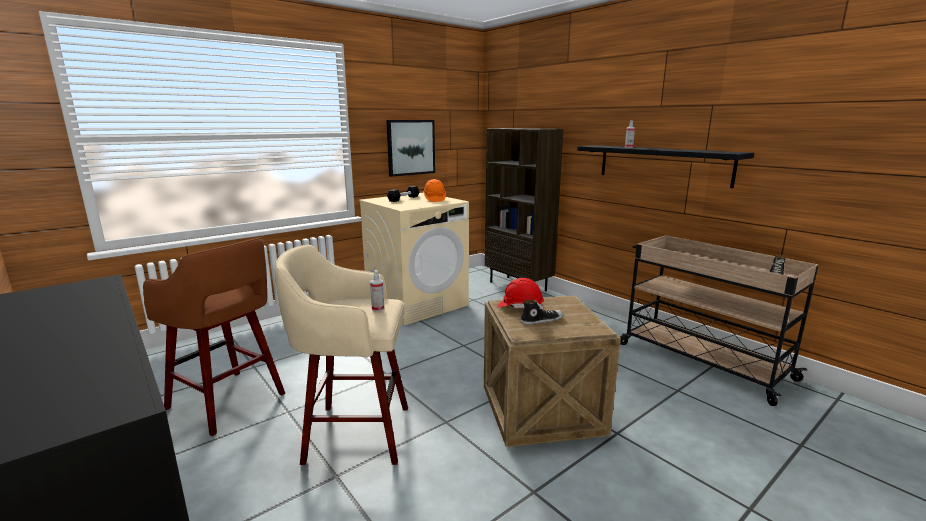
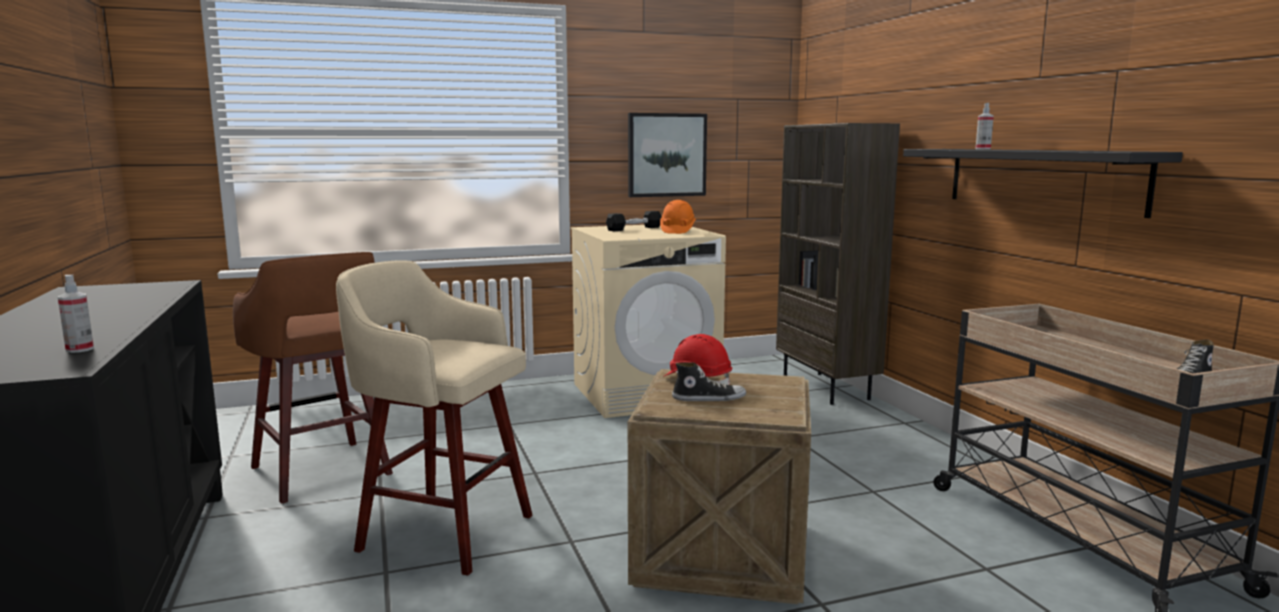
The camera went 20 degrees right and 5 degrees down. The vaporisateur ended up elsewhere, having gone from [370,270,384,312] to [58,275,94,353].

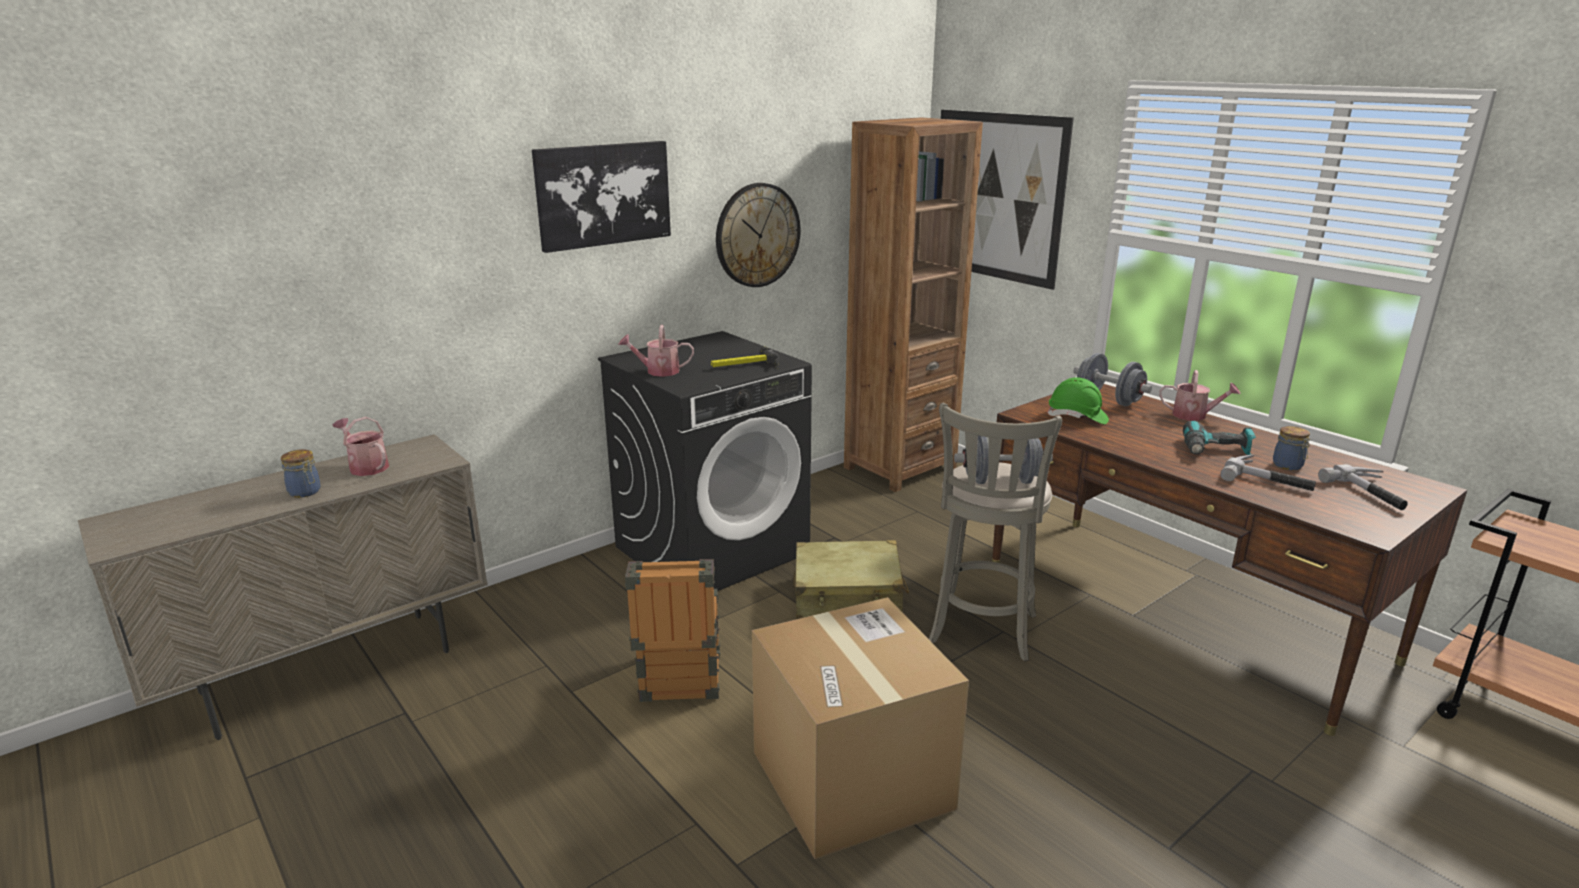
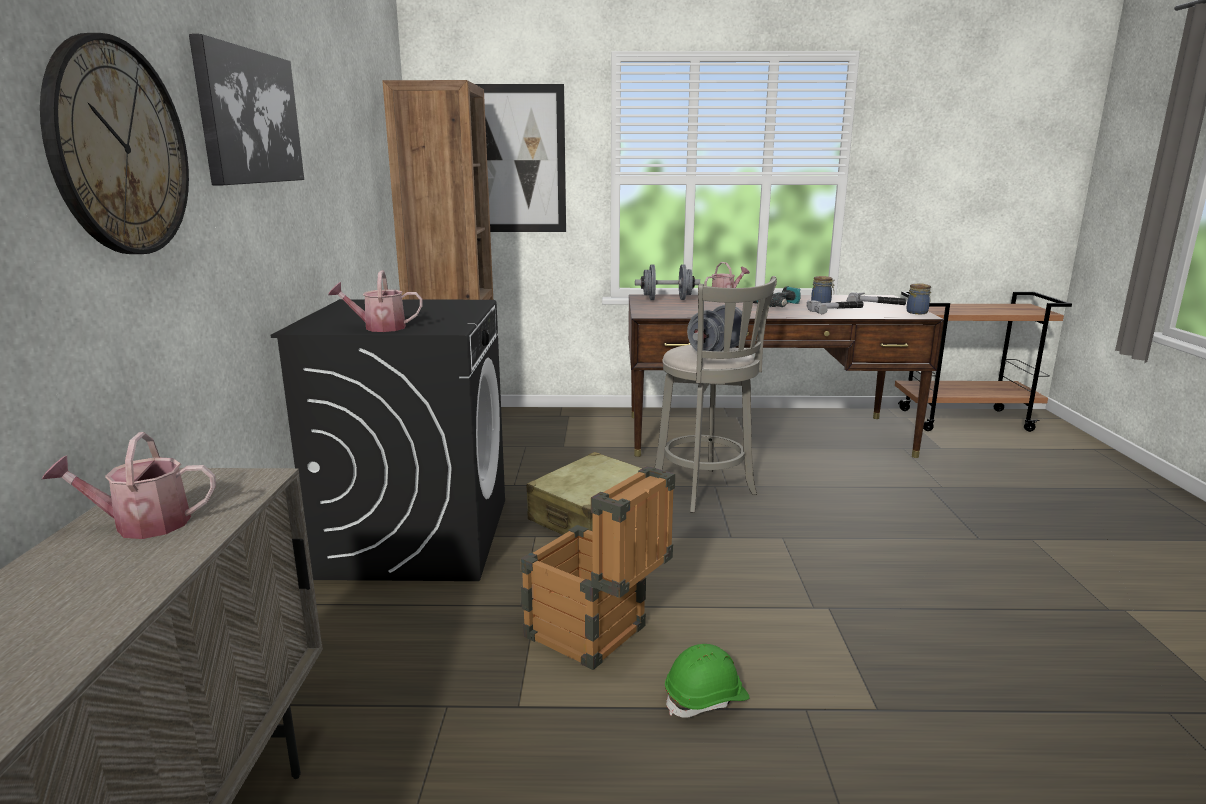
The camera went 50 degrees left and 5 degrees down. The horloge murale ended up elsewhere, having gone from [716,183,800,287] to [40,33,189,254]. The arrosoir at [618,325,694,377] ended up facing another way, 45 degrees clockwise from before. The second view lost the marteau at [711,347,779,369]. The casque de chantier (vert) ended up elsewhere, having gone from [1046,378,1109,424] to [665,644,750,718]. The bocal ended up elsewhere, having gone from [281,449,321,498] to [906,283,932,314]. The second view lost the carton at [752,597,969,859].

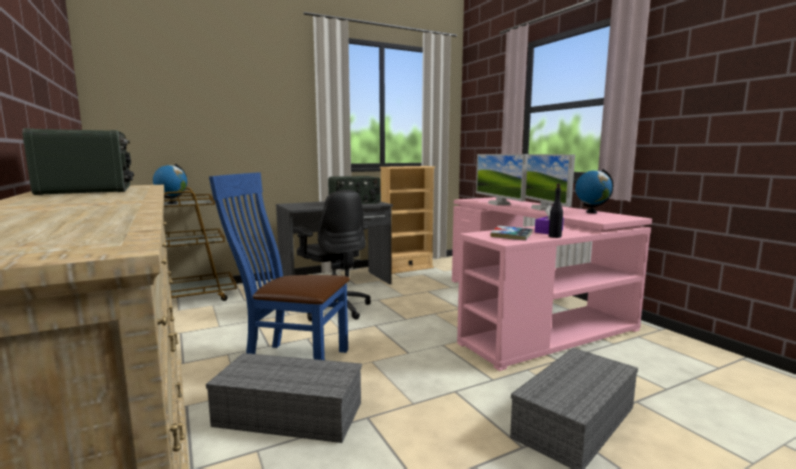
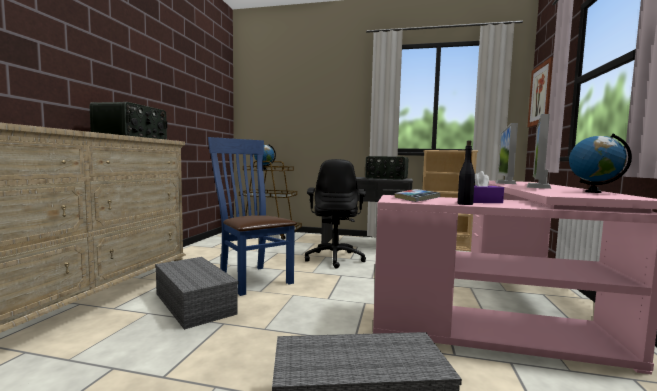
The camera went 40 degrees right and 5 degrees down. The second view gained the tableau at [528,57,553,127].

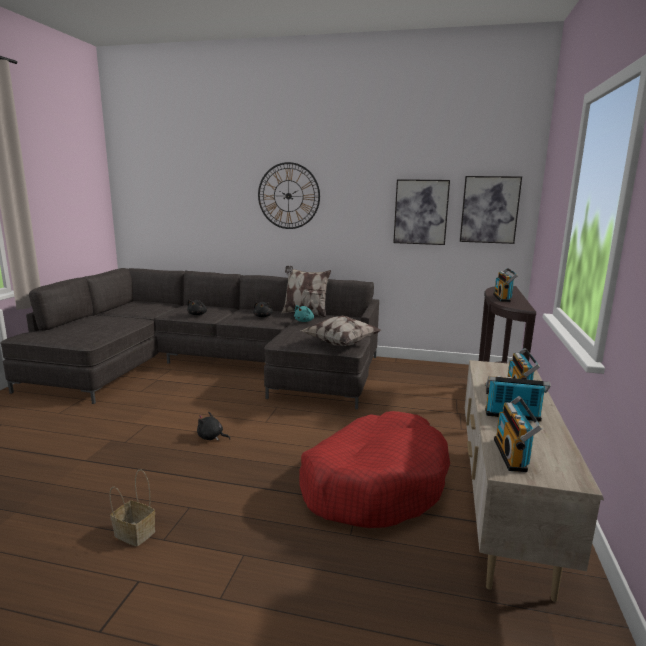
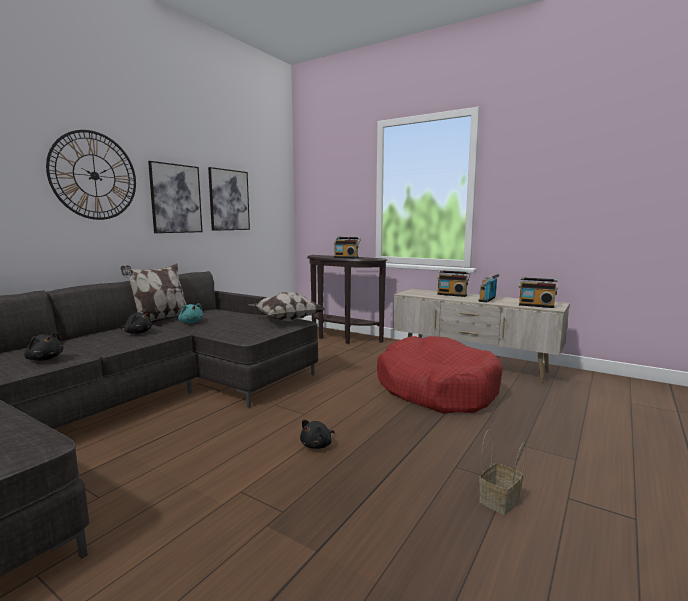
The camera went 70 degrees left and 5 degrees down. The tableau ended up elsewhere, having gone from [460,176,522,244] to [148,161,203,233].

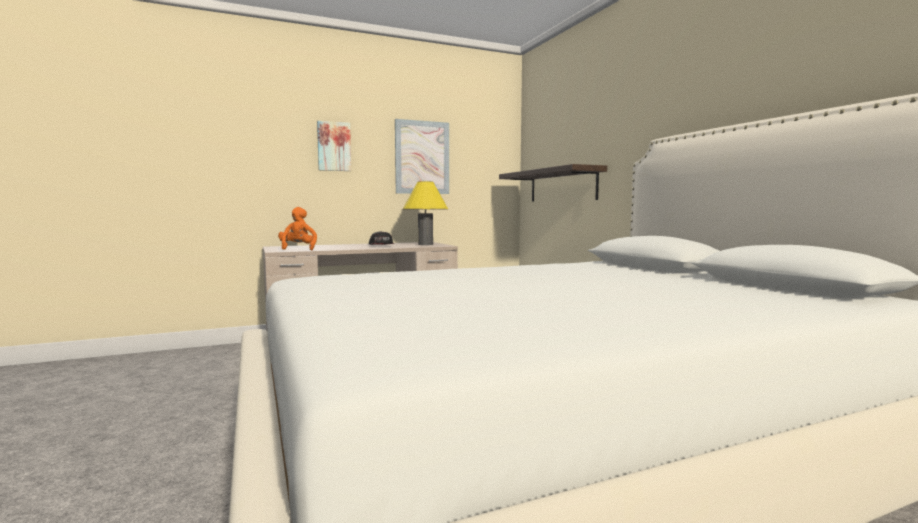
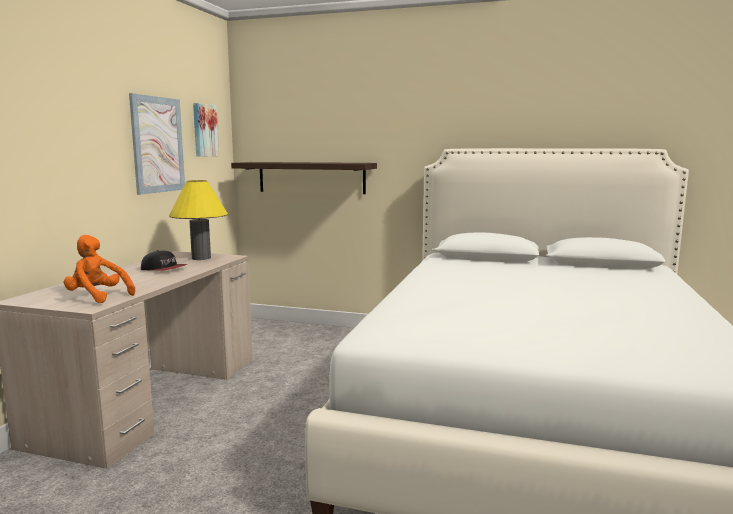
The camera went 50 degrees left and 5 degrees up. The tableau ended up elsewhere, having gone from [317,121,351,171] to [193,103,219,157].

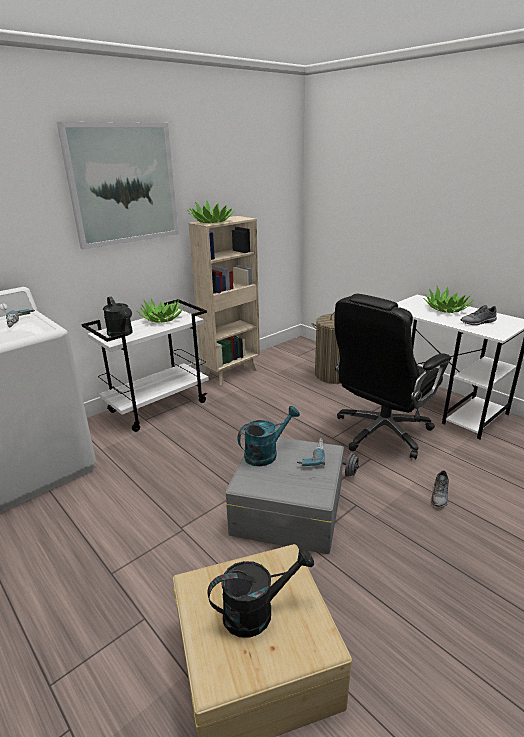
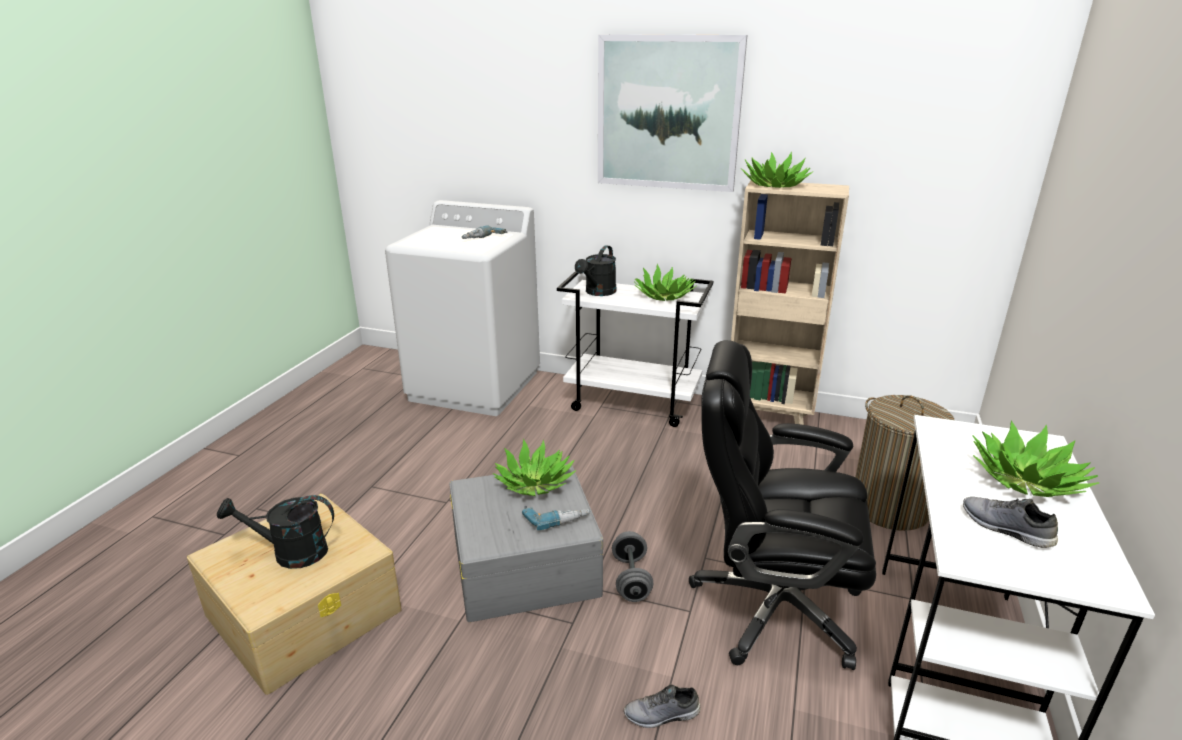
The camera went 60 degrees right and 0 degrees up. Where the arrosoir (turquoise) stood at [238,406,300,466], the plante en pot came to stand at [492,439,576,496]. The arrosoir (noir) at [207,547,314,638] ended up facing another way, 135 degrees clockwise from before.

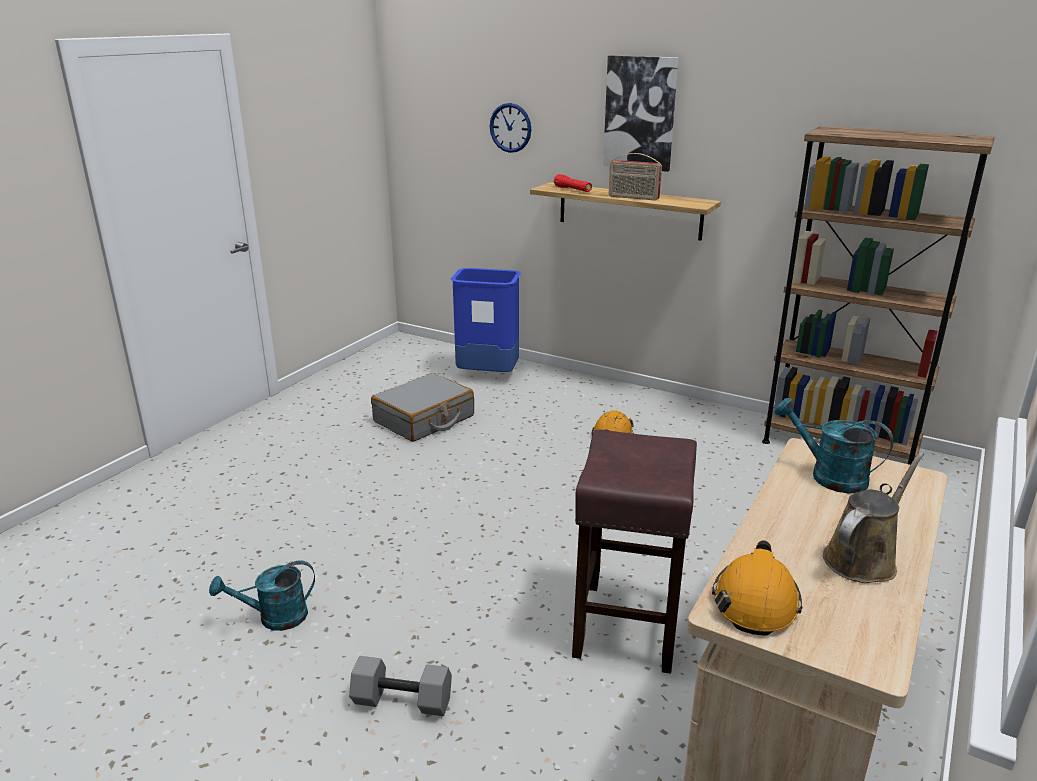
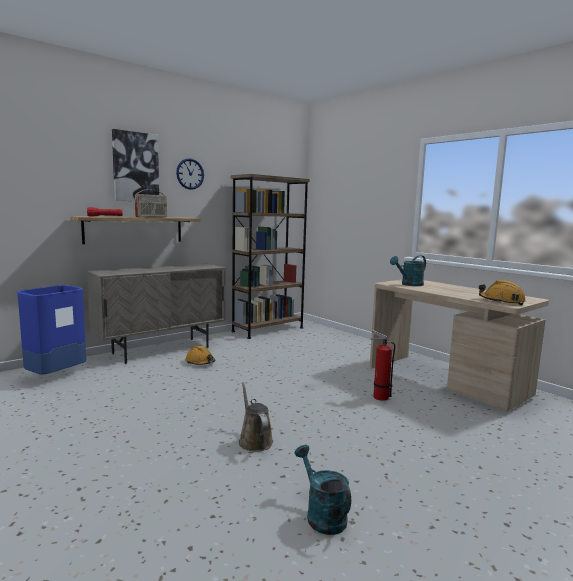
The camera went 70 degrees left and 15 degrees down. The horloge murale ended up elsewhere, having gone from [490,103,532,153] to [176,158,204,190]. The second view lost the valise (gris) at [371,373,474,442]. Where the tabouret (marron) stood at [572,430,697,674], the extincteur came to stand at [371,330,395,401]. The arrosoir (marron) ended up elsewhere, having gone from [823,452,924,583] to [239,382,273,452]. The arrosoir (turquoise) at [209,560,315,631] ended up facing another way, 150 degrees clockwise from before. The second view lost the haltère (gris) at [349,656,452,716]. The second view gained the meuble de rangement (beige) at [86,263,226,364].

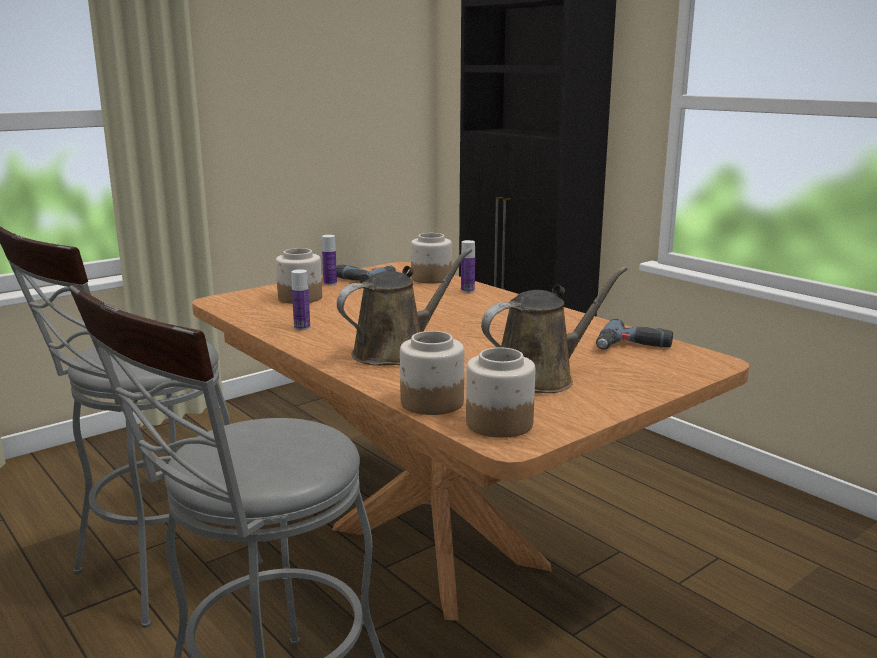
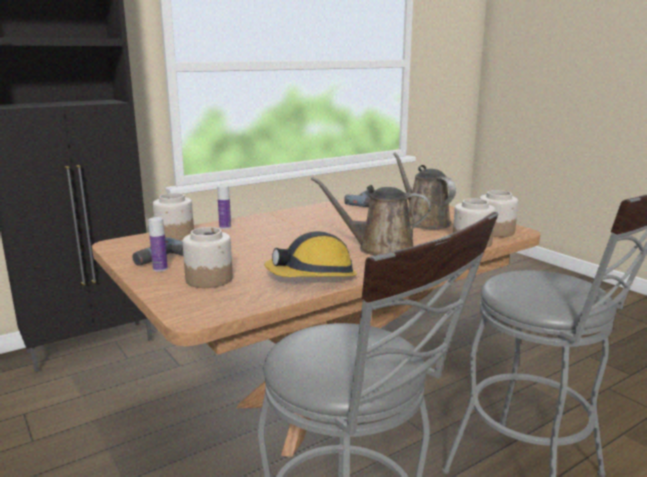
The camera went 85 degrees left and 0 degrees up. The arrosoir (marron) at [337,248,472,366] ended up facing another way, 45 degrees counterclockwise from before. Where the bouteille stood at [291,269,310,330], the casque de chantier came to stand at [264,231,357,277].

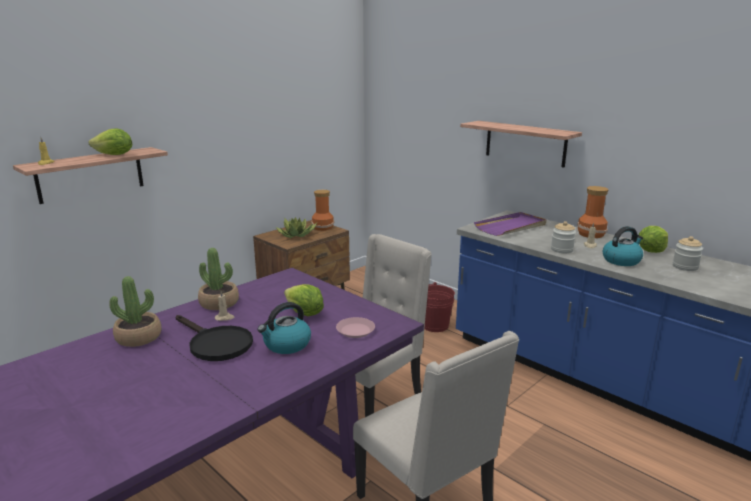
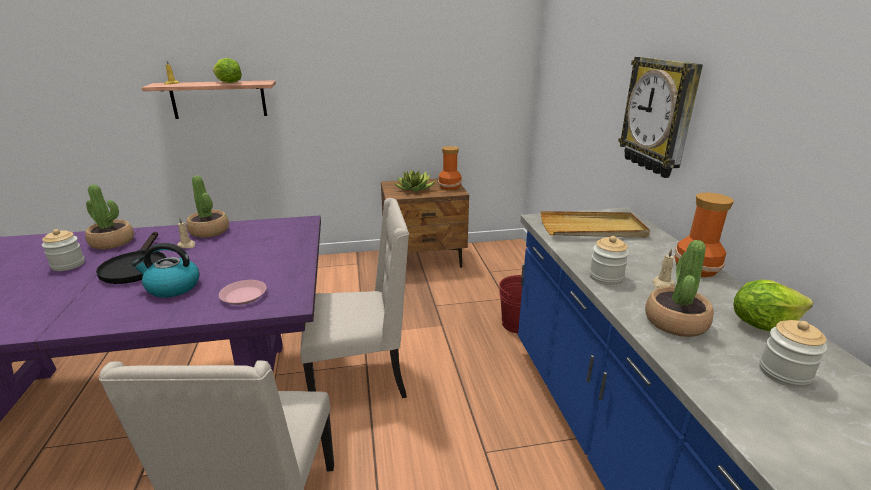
The camera went 35 degrees right and 5 degrees up. Where the étagère hung at [460,121,582,168], the horloge murale came to hang at [618,56,703,178]. What was the plateau (violet) at [474,212,546,236] turned into the plateau (beige) at [541,211,650,238]. Where the bouilloire stood at [603,226,643,266], the plante en pot came to stand at [645,240,714,337]. The second view lost the laitue at [284,284,324,316]. The second view gained the bocal at [42,229,85,271].

